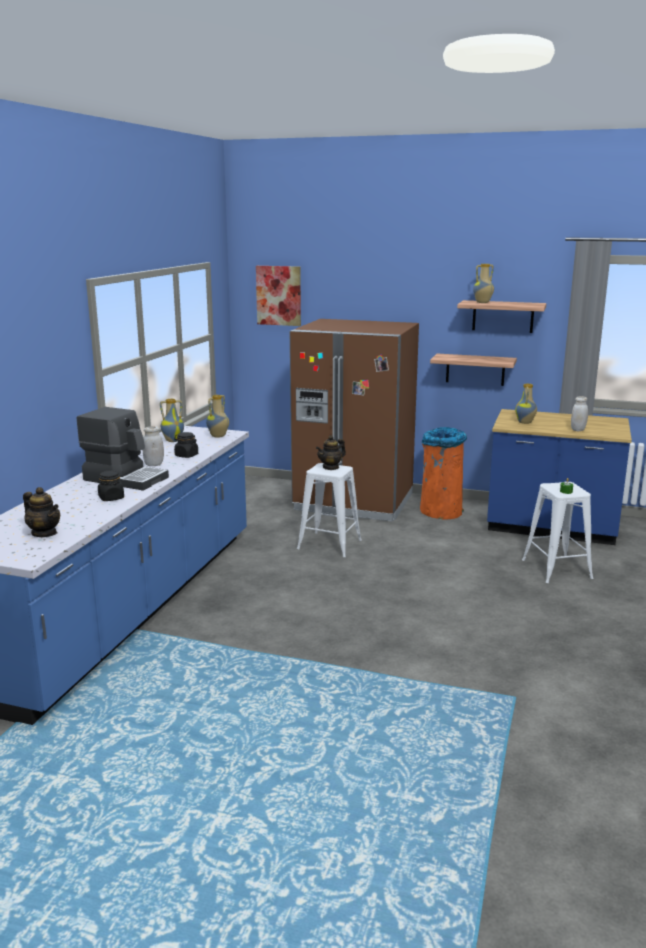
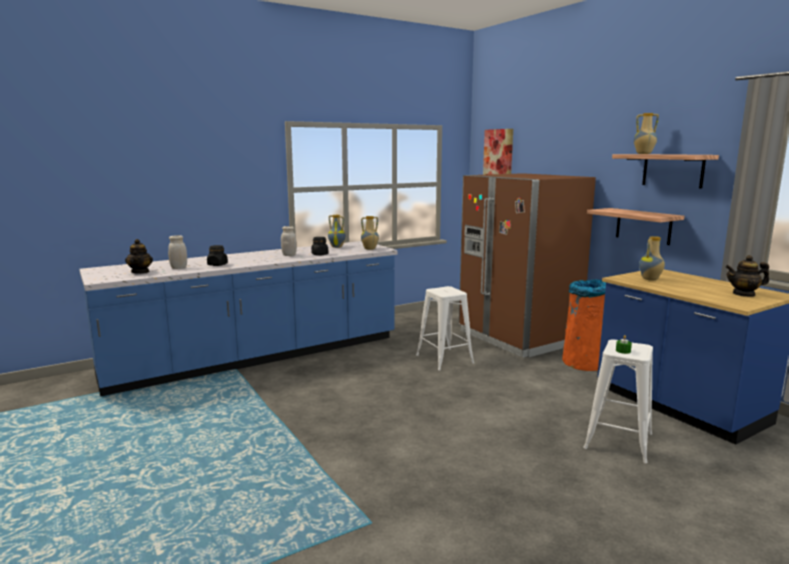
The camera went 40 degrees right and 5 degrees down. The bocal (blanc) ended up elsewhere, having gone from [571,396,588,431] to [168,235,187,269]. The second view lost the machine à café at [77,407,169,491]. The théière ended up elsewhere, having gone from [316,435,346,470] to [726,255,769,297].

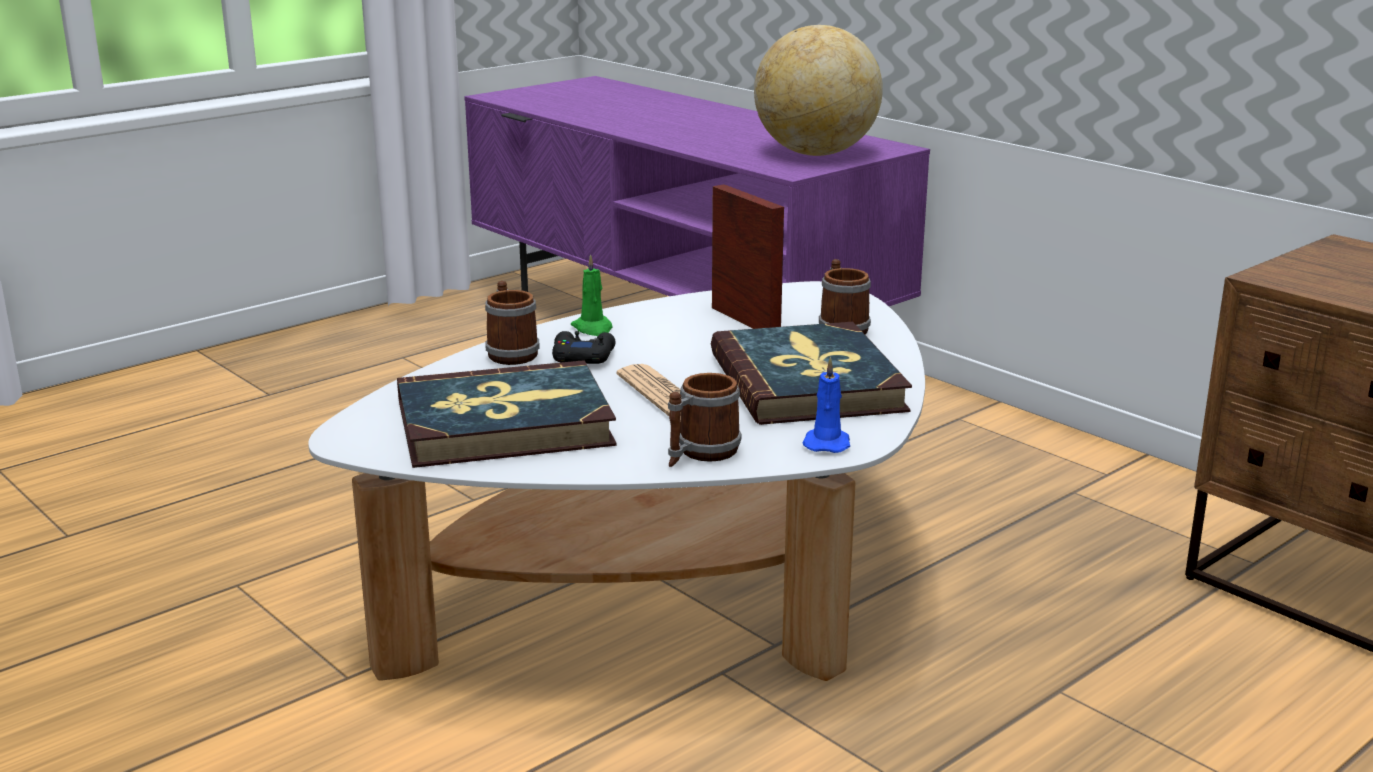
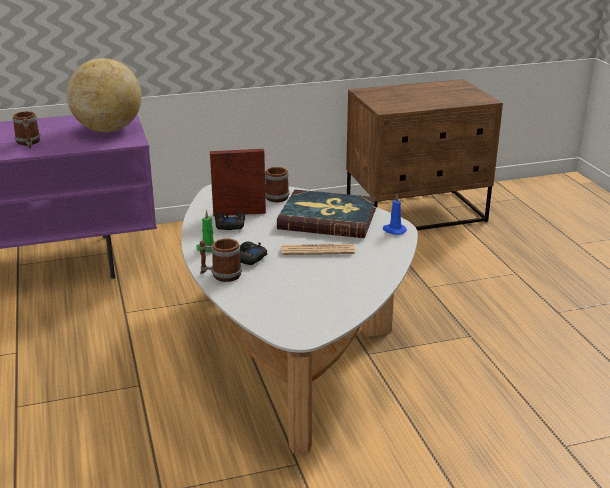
The camera went 65 degrees left and 5 degrees up. The second view lost the livre at [397,360,617,468]. The mug ended up elsewhere, having gone from [668,373,741,467] to [12,111,40,149]. The second view gained the manette (noir) at [215,212,245,230].

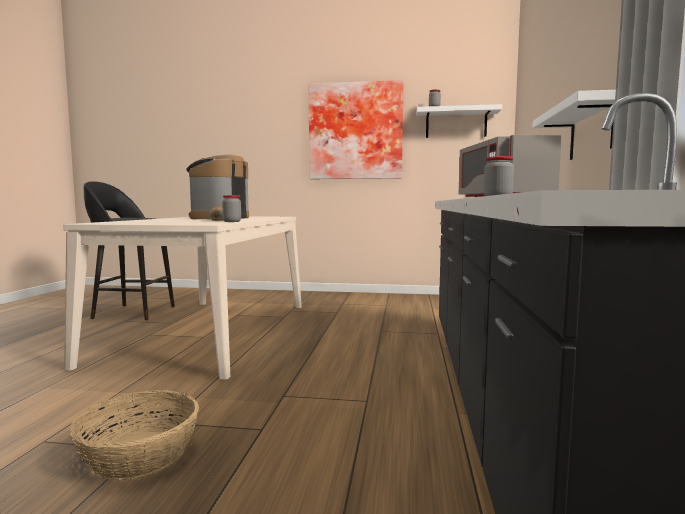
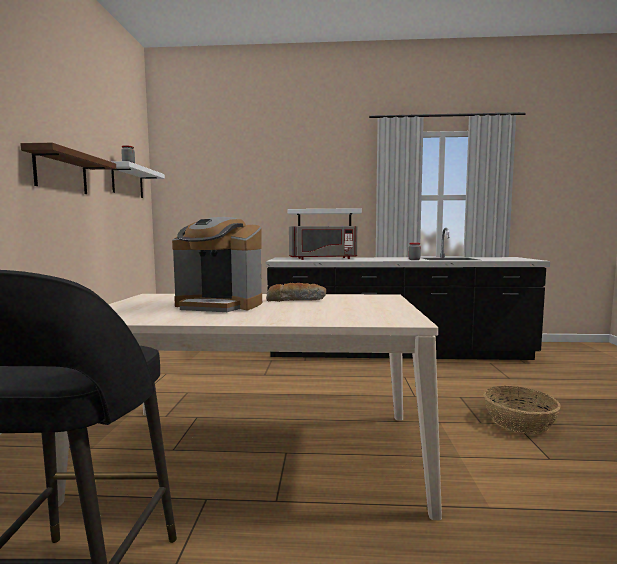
The camera went 95 degrees left and 0 degrees up. Where the tableau hung at [309,80,404,179], the étagère (marron) came to hang at [20,143,116,194]. The second view lost the bocal at [222,195,241,222].

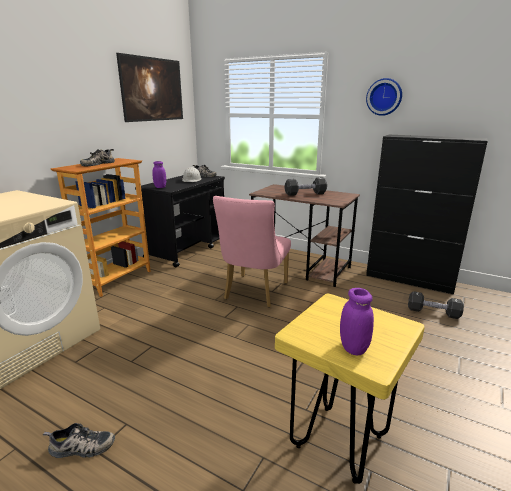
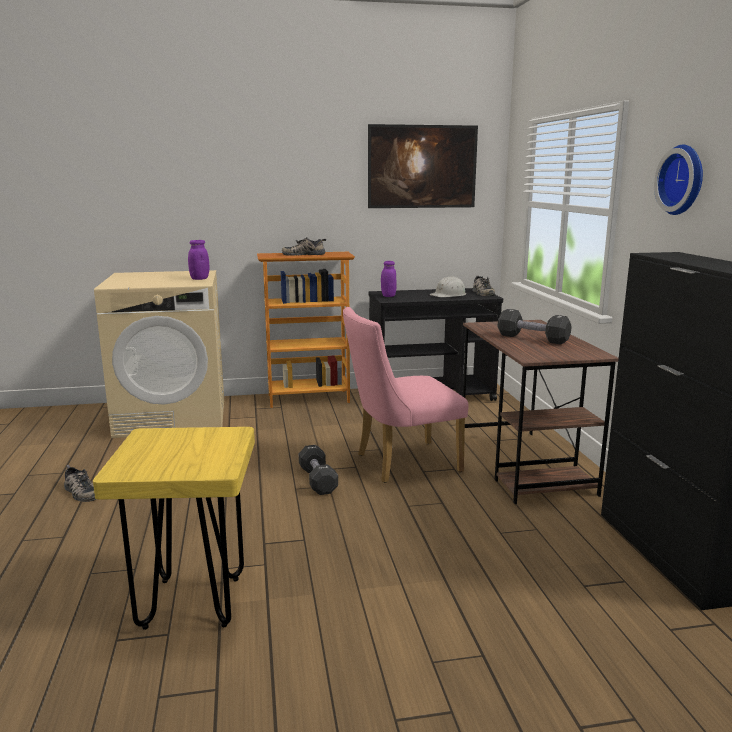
The camera went 50 degrees right and 5 degrees down. The bocal (violet) ended up elsewhere, having gone from [340,288,374,356] to [188,240,210,280]. The haltère (noir) ended up elsewhere, having gone from [408,291,464,319] to [299,445,338,495].

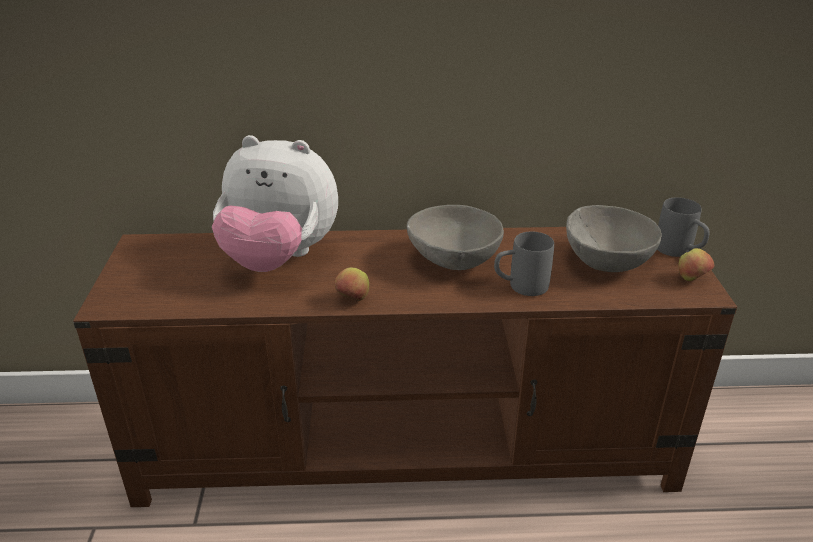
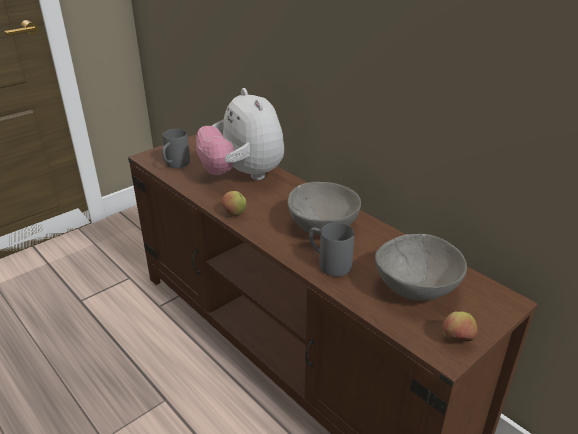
The camera went 50 degrees right and 0 degrees up. The mug (gris) ended up elsewhere, having gone from [657,197,710,257] to [162,129,190,168].

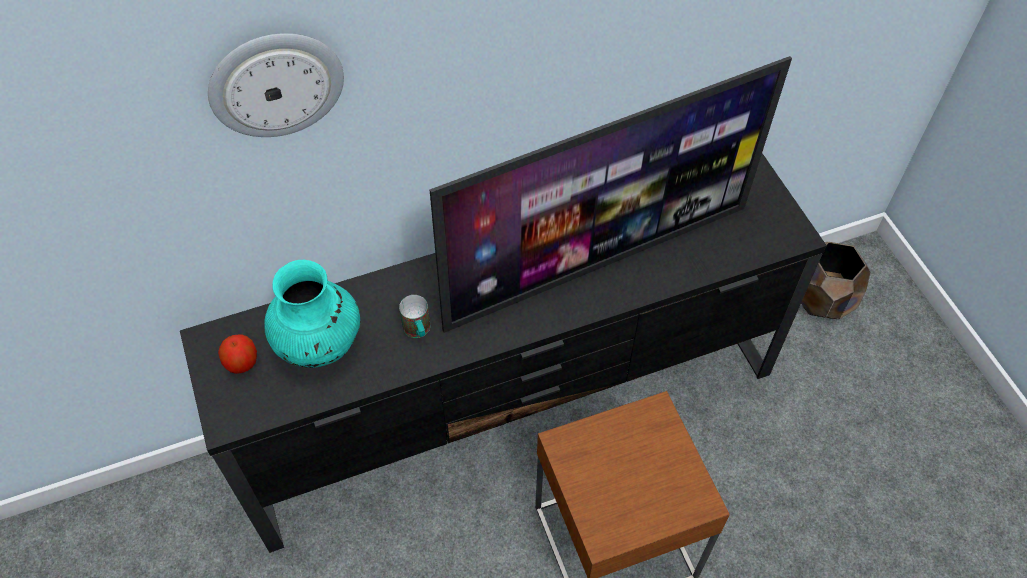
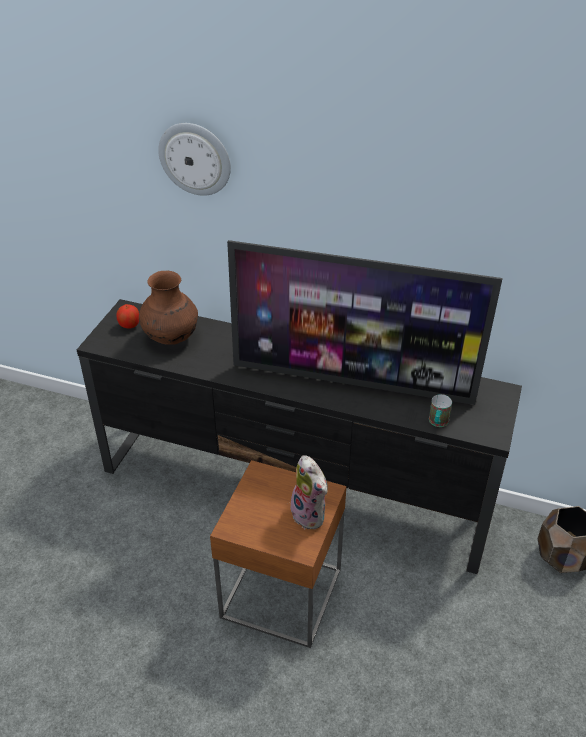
The camera went 40 degrees right and 15 degrees down. What was the vase (turquoise) at [264,260,360,368] turned into the vase (marron) at [139,271,198,345]. The mug ended up elsewhere, having gone from [399,295,430,338] to [429,394,452,427]. The second view gained the peluche at [290,455,328,530].

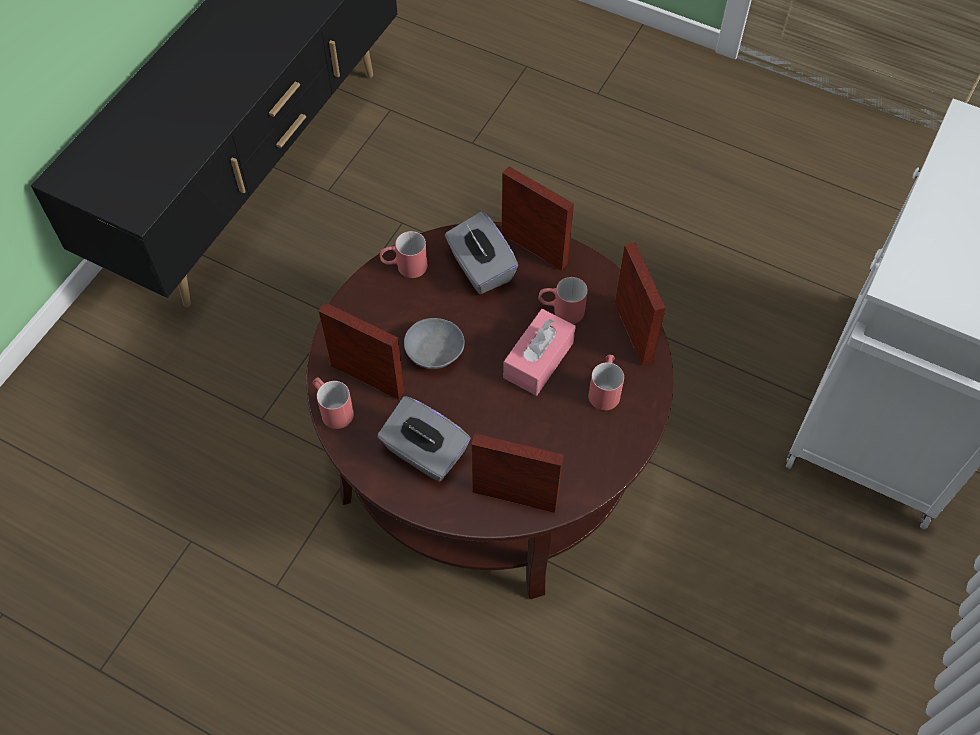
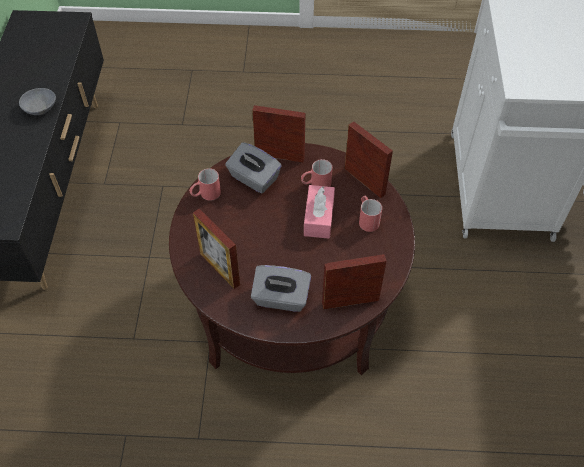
The camera went 25 degrees left and 5 degrees down. The cadre photo at [319,303,405,400] ended up facing another way, 135 degrees counterclockwise from before. The bol (gris) ended up elsewhere, having gone from [404,318,465,369] to [19,88,56,115]. The second view lost the mug (rouge) at [312,377,354,429].

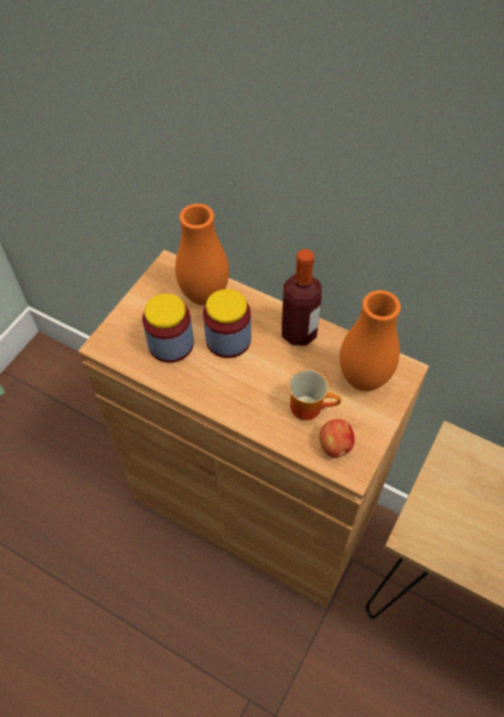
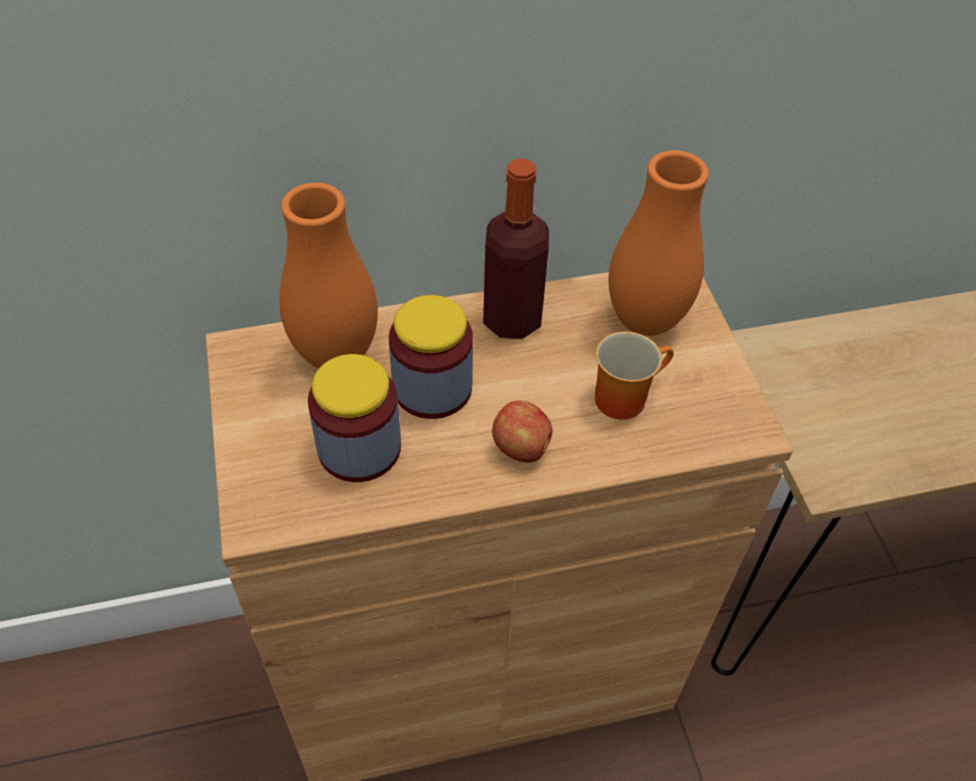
The camera went 45 degrees left and 5 degrees down. The pomme ended up elsewhere, having gone from [320,419,355,458] to [492,400,552,463].

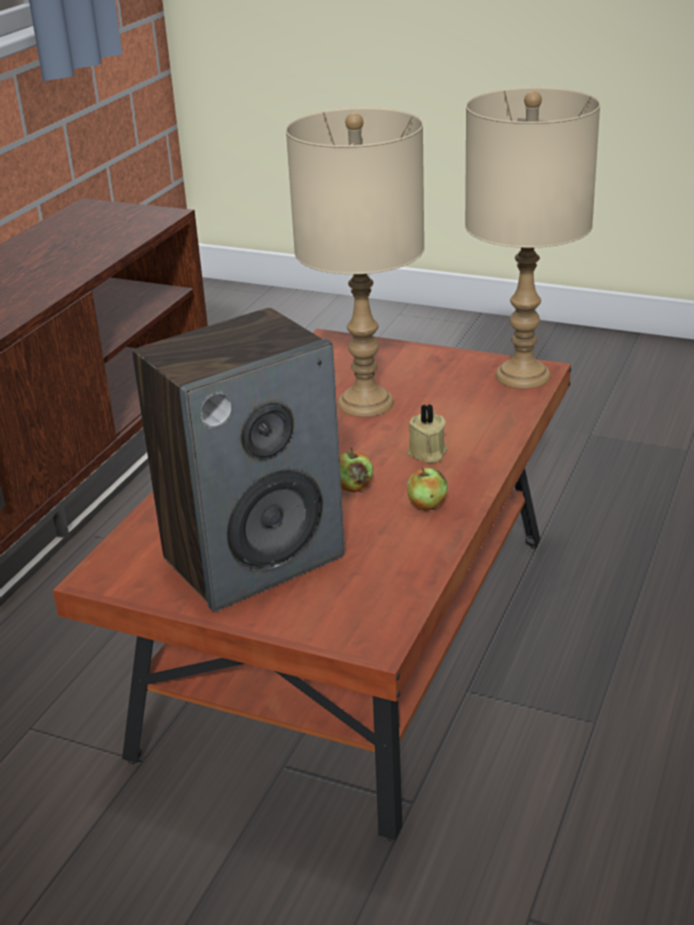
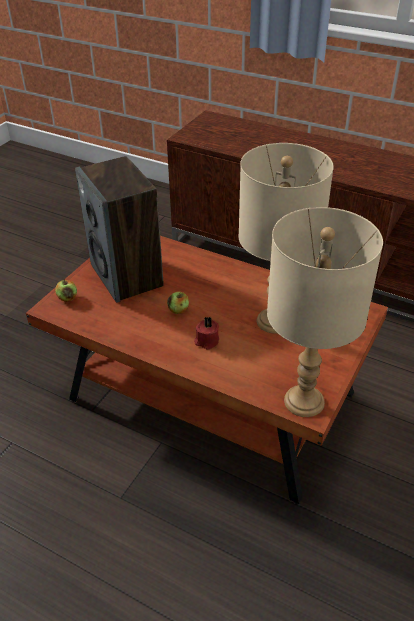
The camera went 95 degrees right and 10 degrees up. What was the bougie (beige) at [407,404,447,463] turned into the bougie (rouge) at [194,316,219,350]. The pomme ended up elsewhere, having gone from [407,468,448,511] to [55,279,77,302].

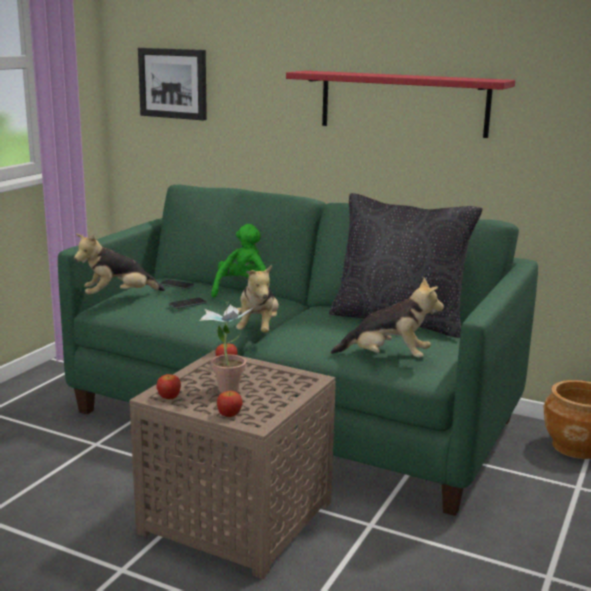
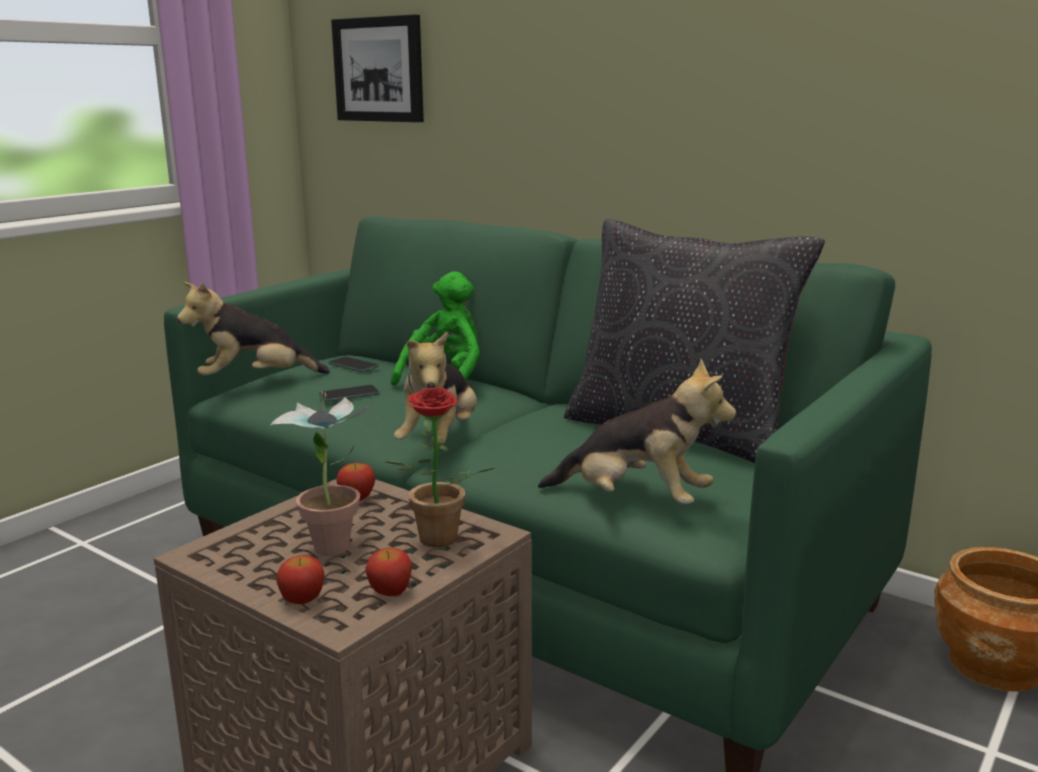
The camera went 10 degrees right and 0 degrees up. The second view lost the étagère (rouge) at [286,71,515,138]. The pomme ended up elsewhere, having gone from [156,374,181,399] to [365,547,412,596]. The second view gained the plante en pot at [386,387,496,547].

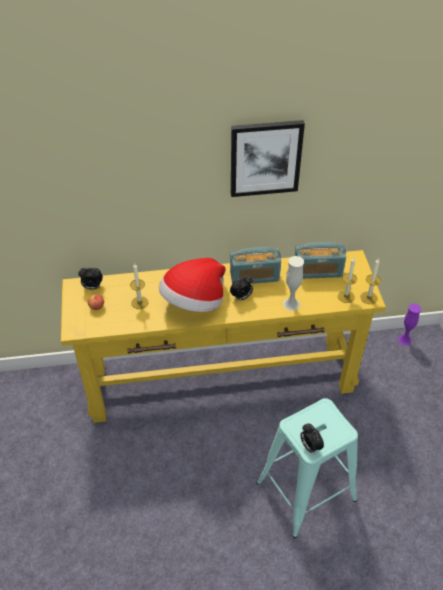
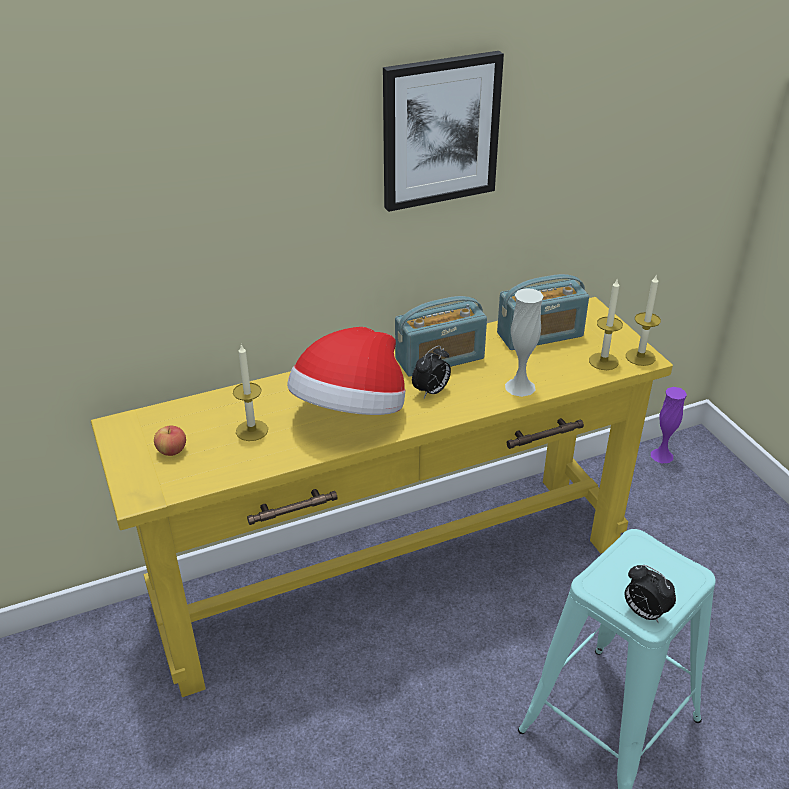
The camera went 15 degrees left and 10 degrees down. The second view lost the réveil at [78,267,103,290].

